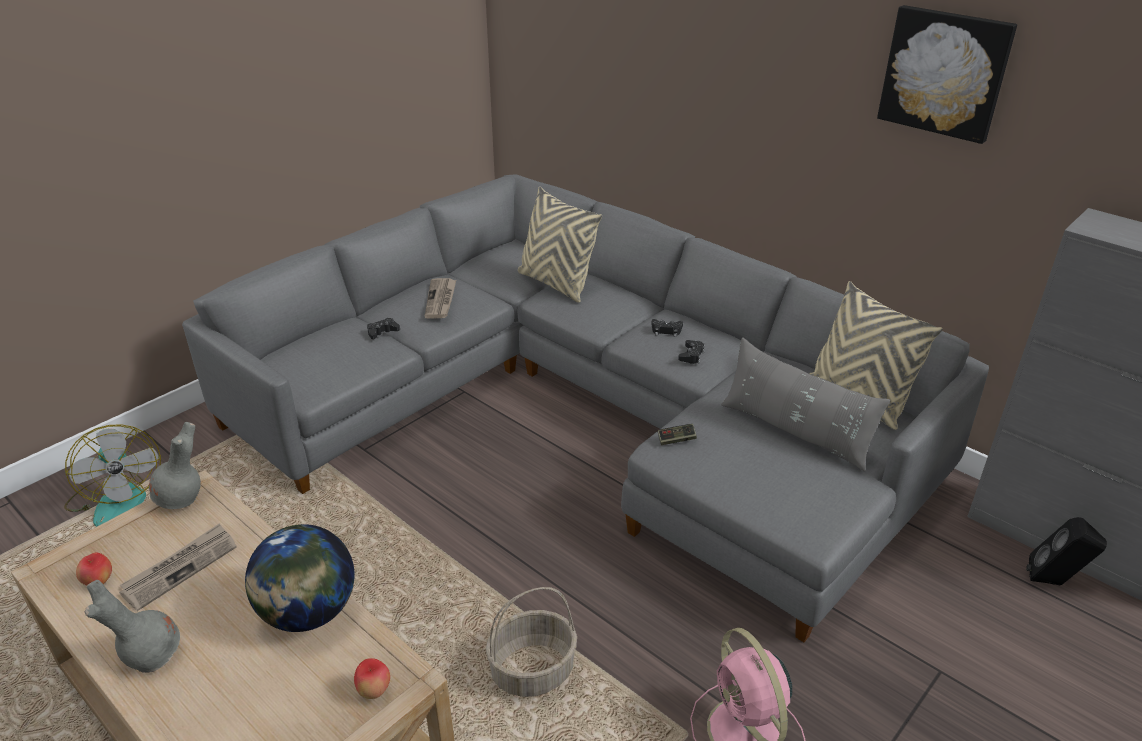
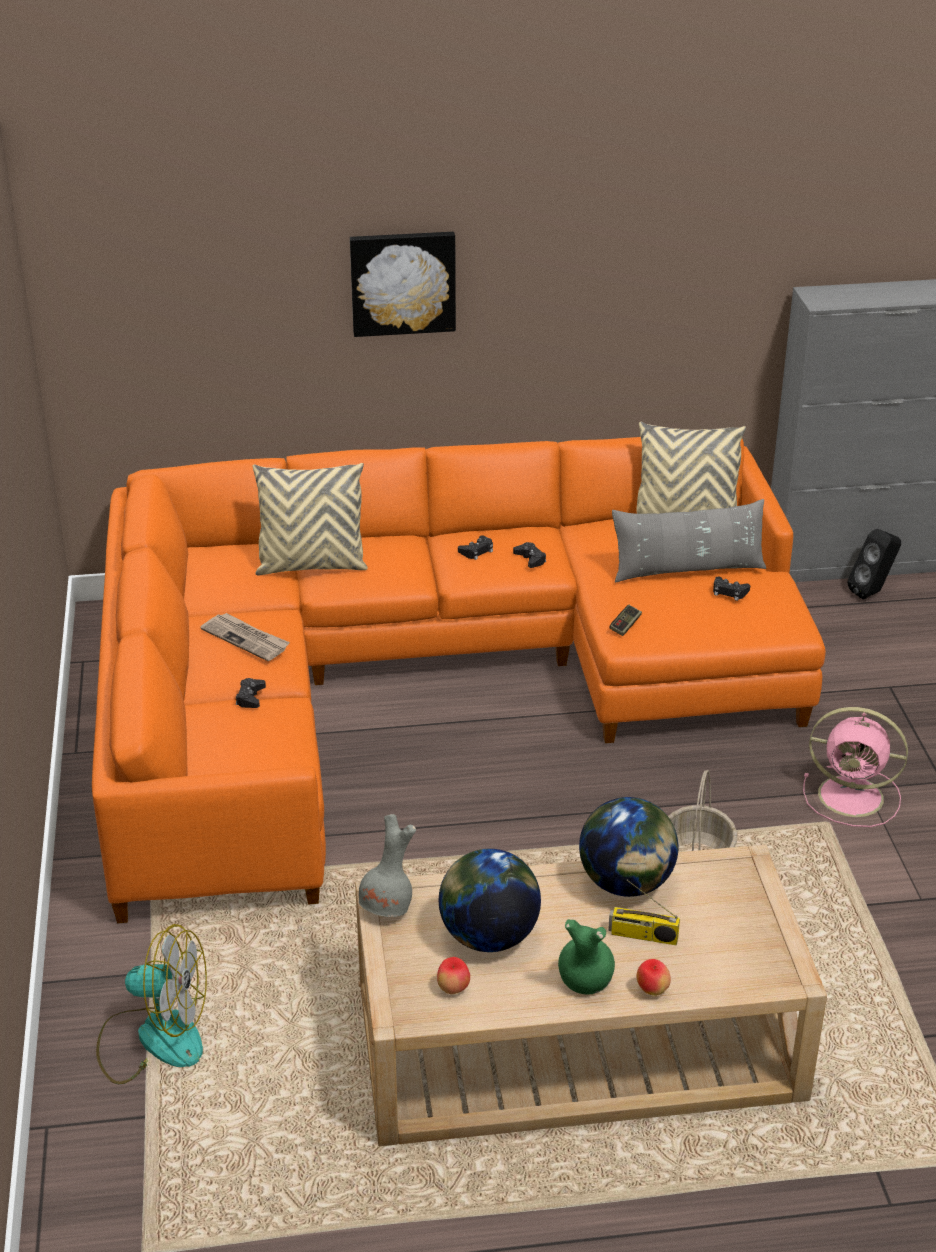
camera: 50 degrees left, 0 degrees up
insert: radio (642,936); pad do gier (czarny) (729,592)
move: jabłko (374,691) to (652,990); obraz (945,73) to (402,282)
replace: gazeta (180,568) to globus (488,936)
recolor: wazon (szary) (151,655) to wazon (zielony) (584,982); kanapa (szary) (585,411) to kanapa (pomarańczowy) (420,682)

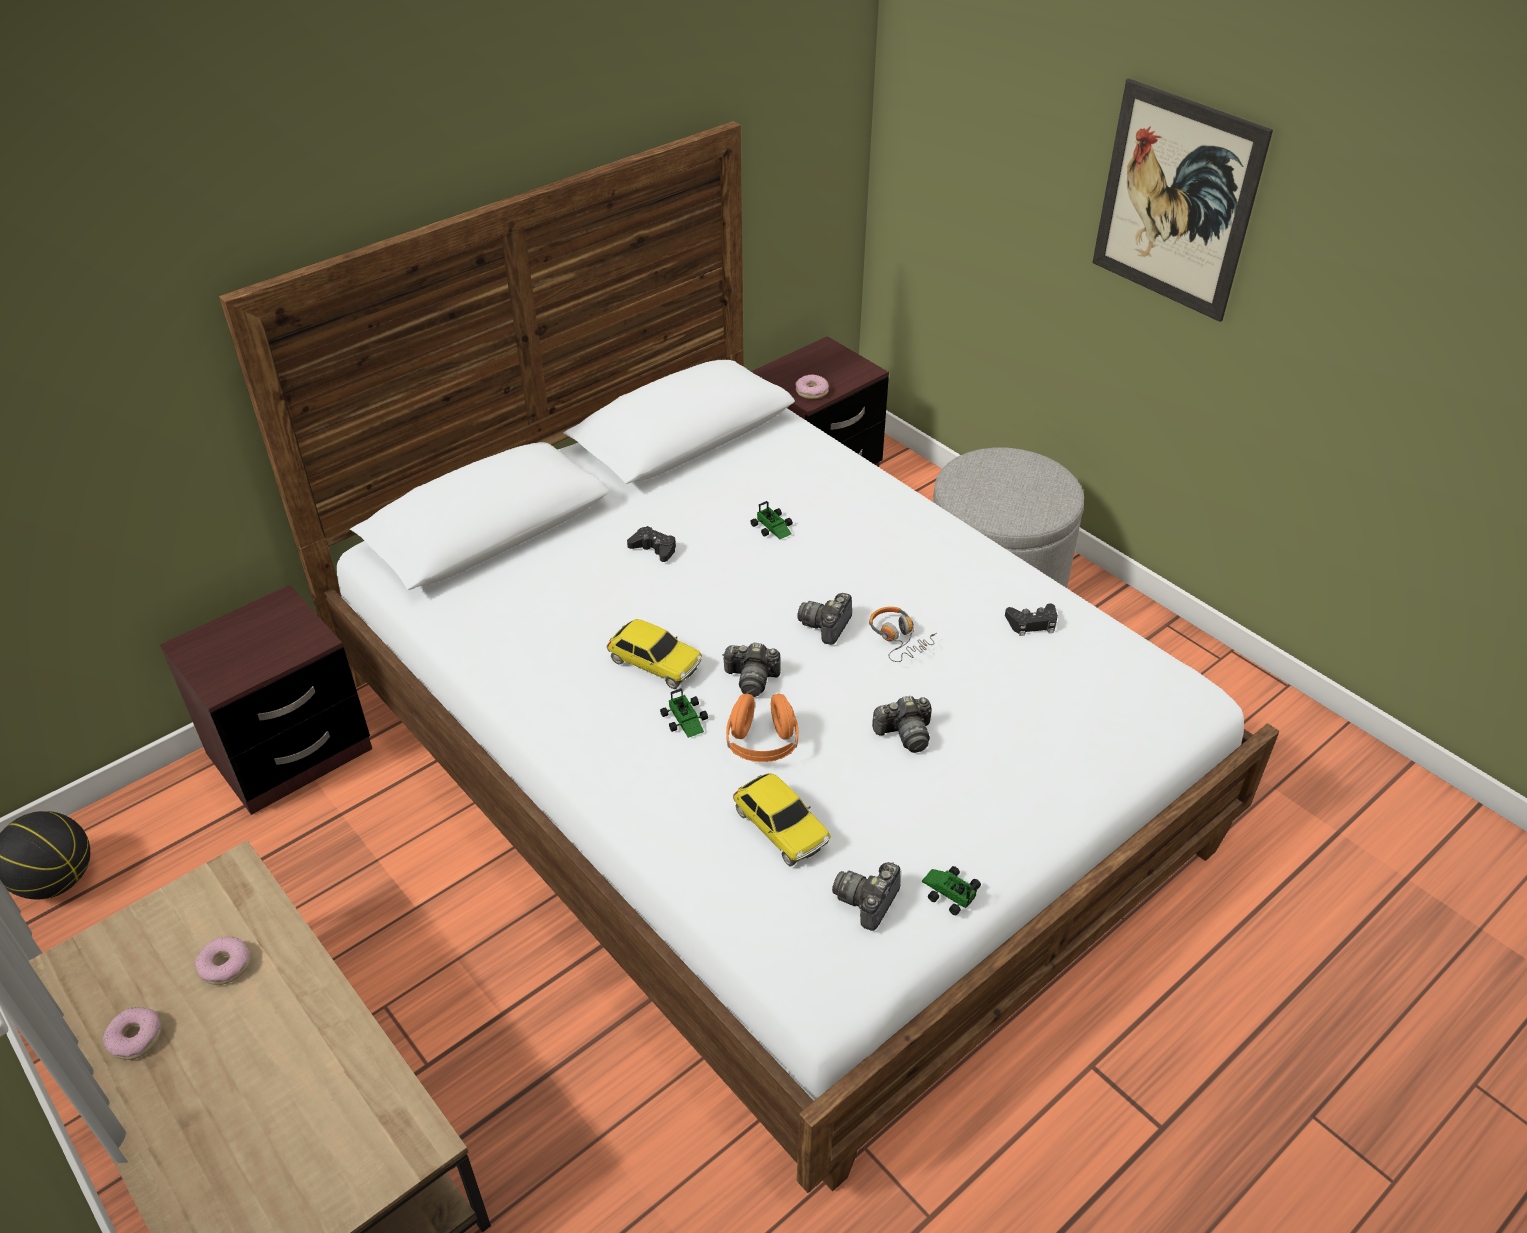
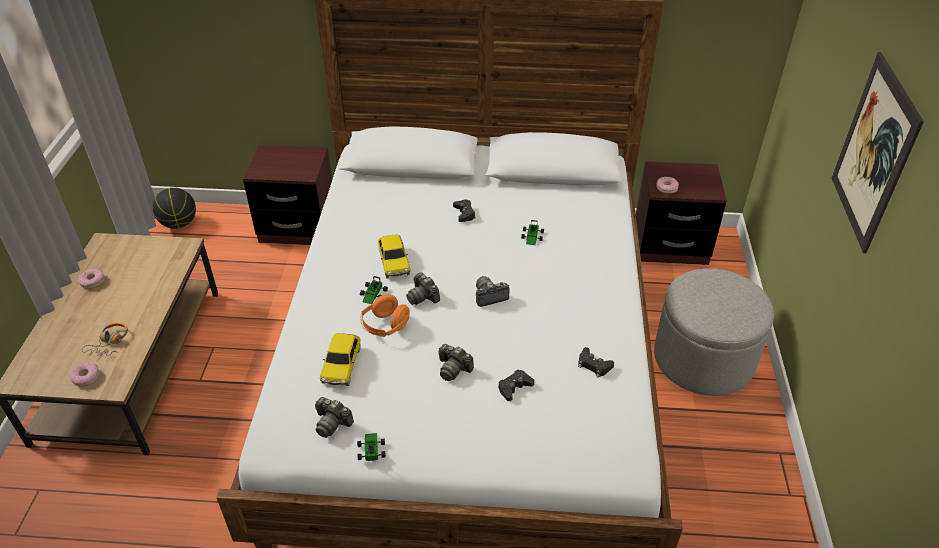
camera: 45 degrees right, 0 degrees up
insert: pad do gier (czarny) (514,387)
move: donut (225,965) to (86,377); słuchawki (898,639) to (110,343)
rotate: aparat fotograficzny (868,901) = (332,423) 135 degrees counterclockwise

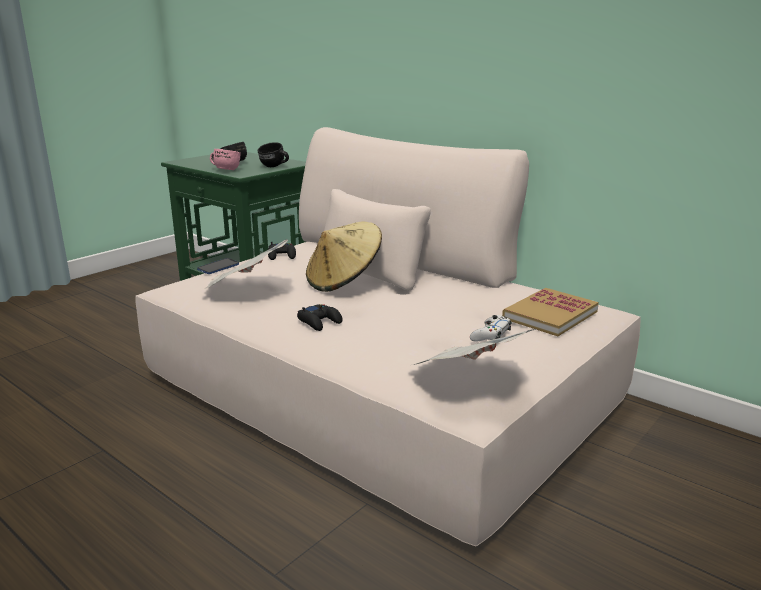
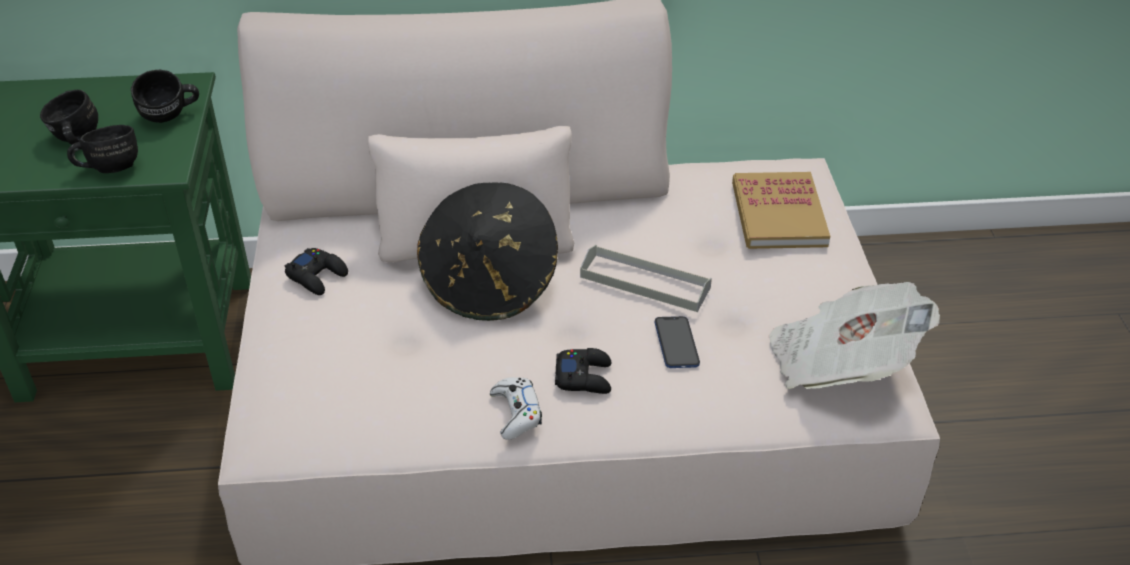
camera: 45 degrees left, 20 degrees up
delete: gazeta (245,288)
insert: taca (szary) (645,282)
move: telefon (218,267) to (676,343); pad do gier (biały) (491,335) to (516,413)
recolor: kubek (różowy) (225,170) to kubek (czarny) (108,167); kapelusz (beżowy) (344,281) to kapelusz (czarny) (490,283)

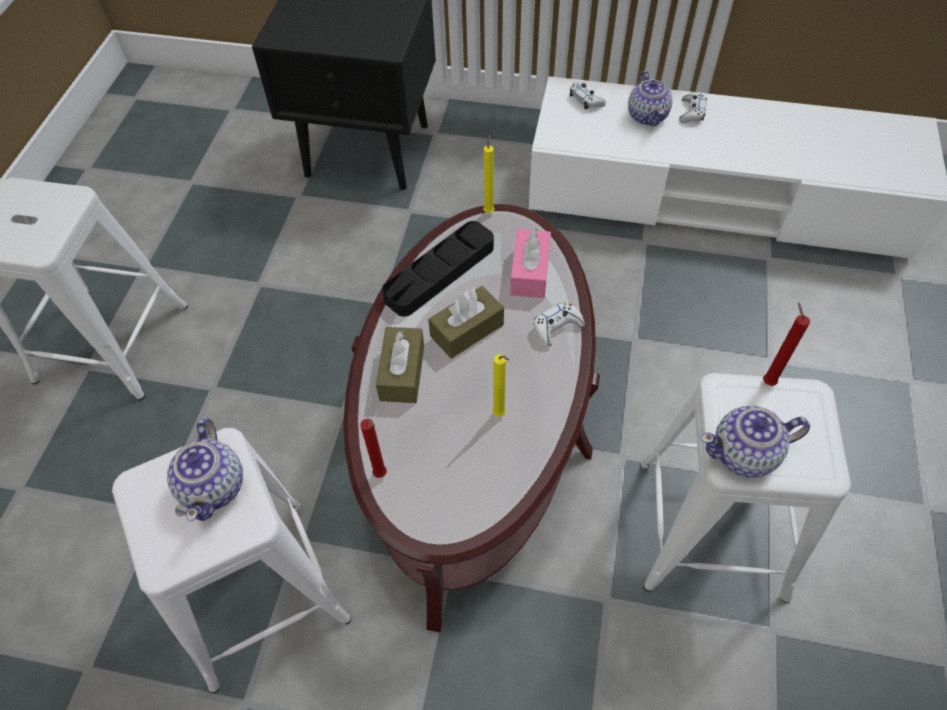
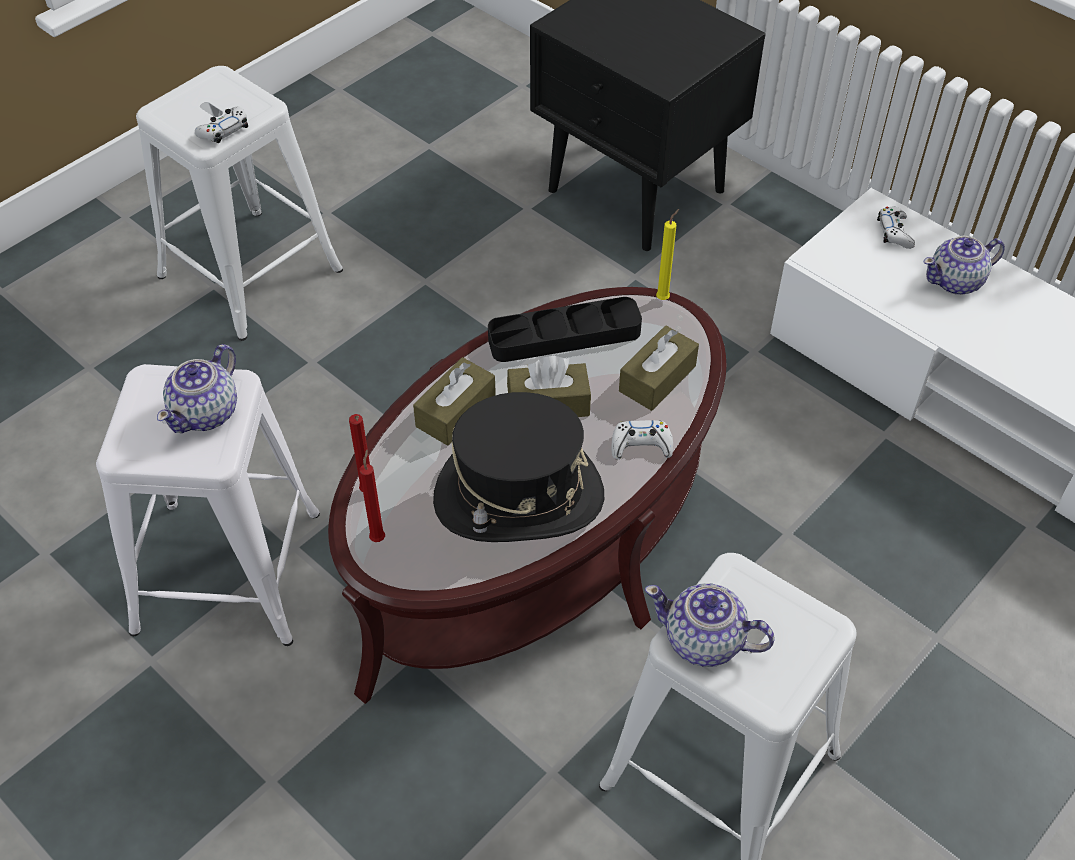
camera: 30 degrees right, 5 degrees down
move: pad do gier (biały) (691,112) to (224,130); świeca (czerwony) (767,381) to (378,537)
replace: świeca (żółty) (500,415) to kapelusz (czarny) (518,497)
recolor: pudełko chusteczek (różowy) (530,272) to pudełko chusteczek (brązowy) (657,378)
rotate: imbryk (647,115) = (956,281) 45 degrees clockwise

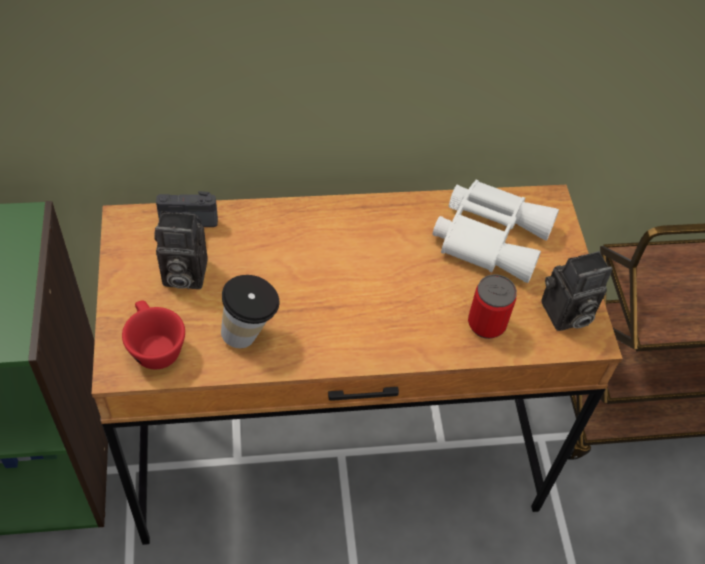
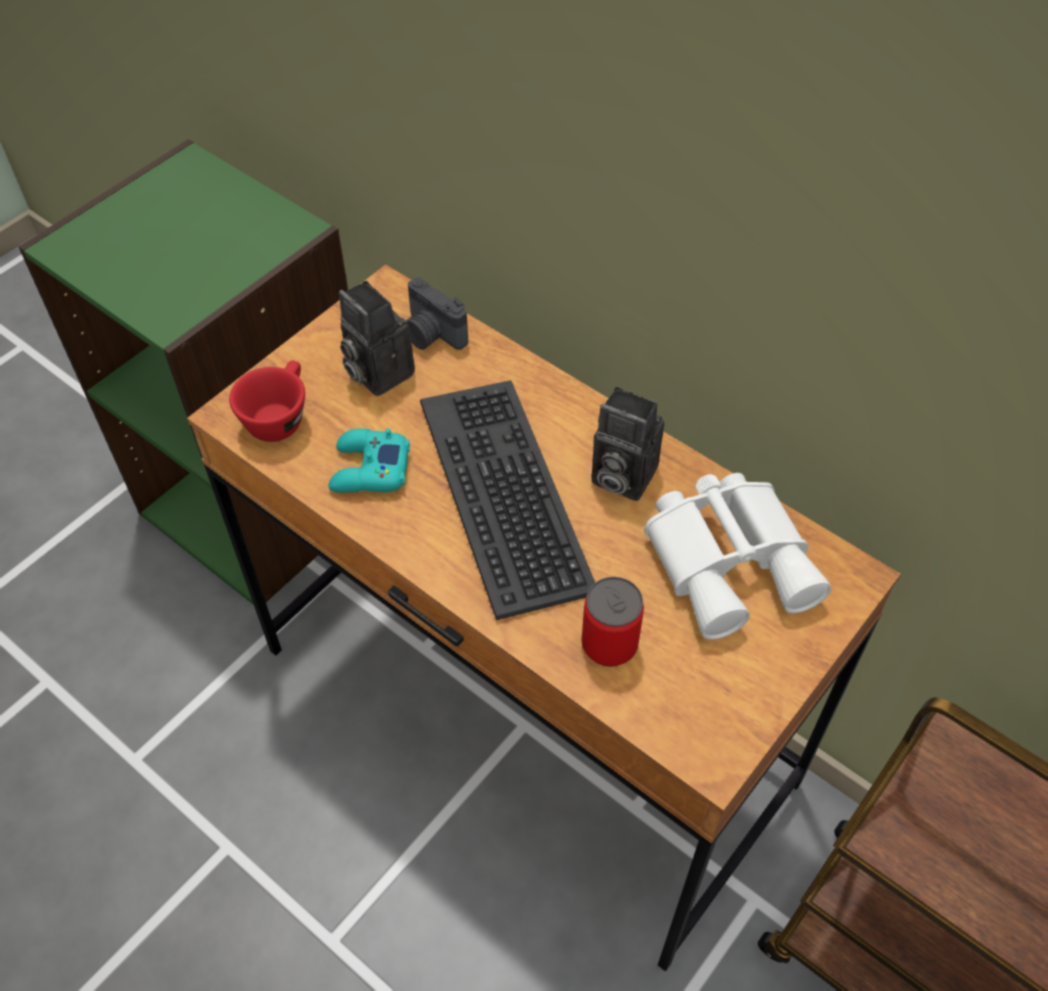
camera: 50 degrees right, 0 degrees up
insert: klawiatura (507,493)
move: aparat fotograficzny (565,315) to (619,476)
replace: filiżanka (250,334) to pad do gier (turkusowy) (369,470)

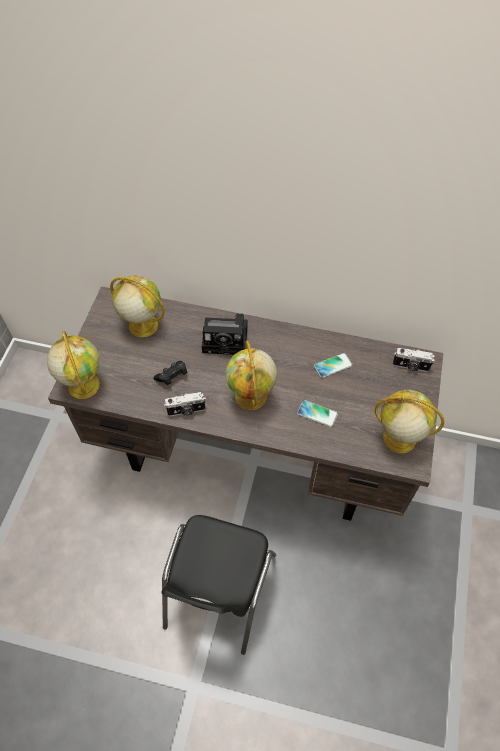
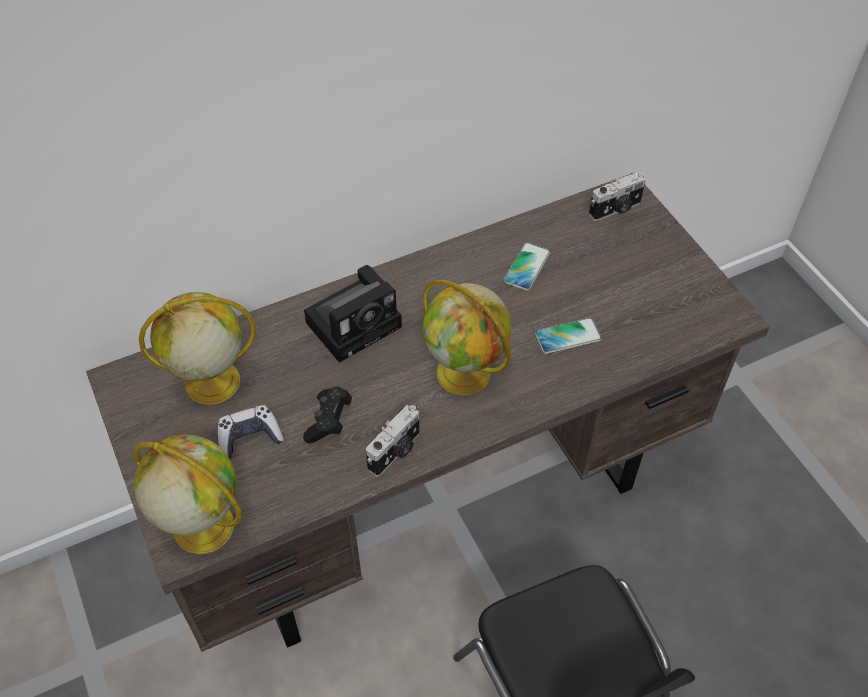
camera: 40 degrees left, 5 degrees down
delete: globus (398,438)
insert: pad do gier (249,437)

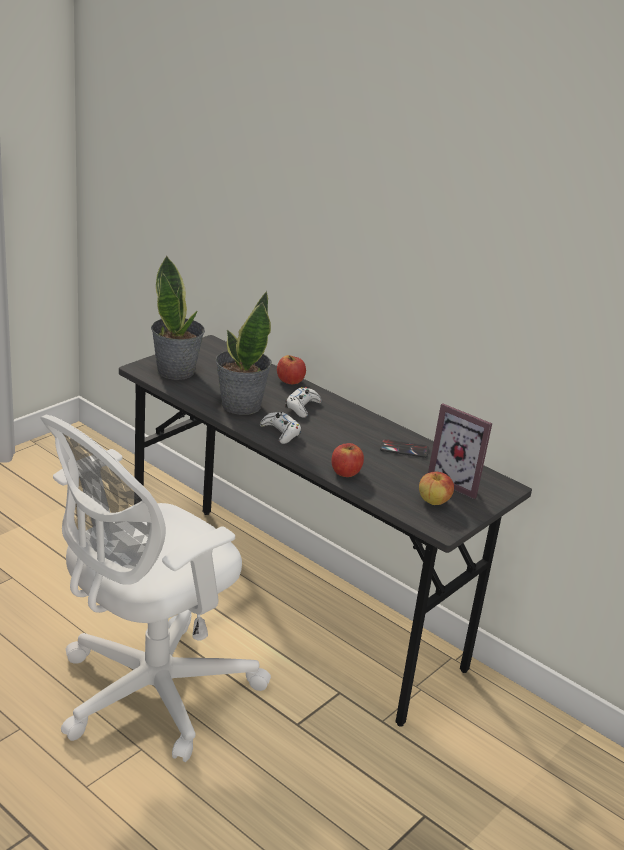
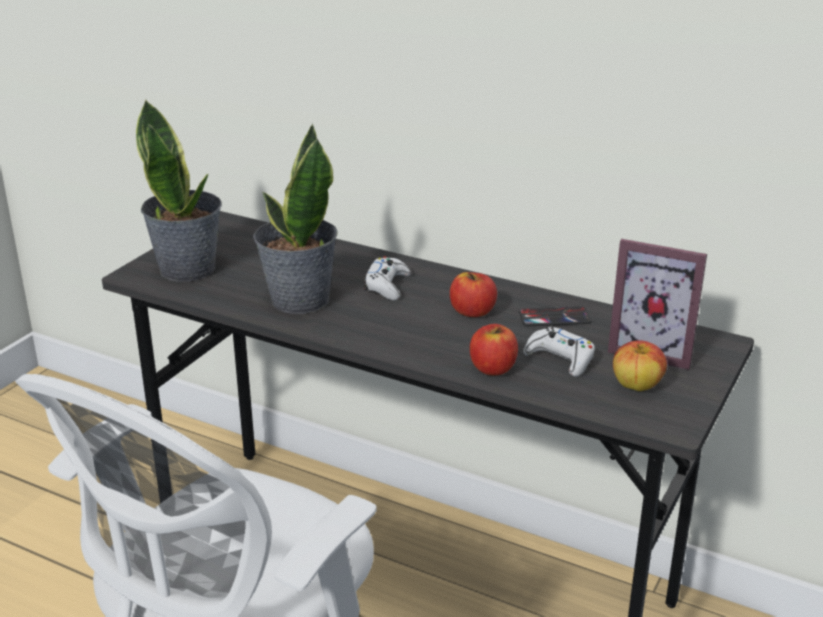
camera: 10 degrees left, 0 degrees up
move: pad do gier (biały) (281,432) to (560,359); jabłko (290,381) to (472,312)

